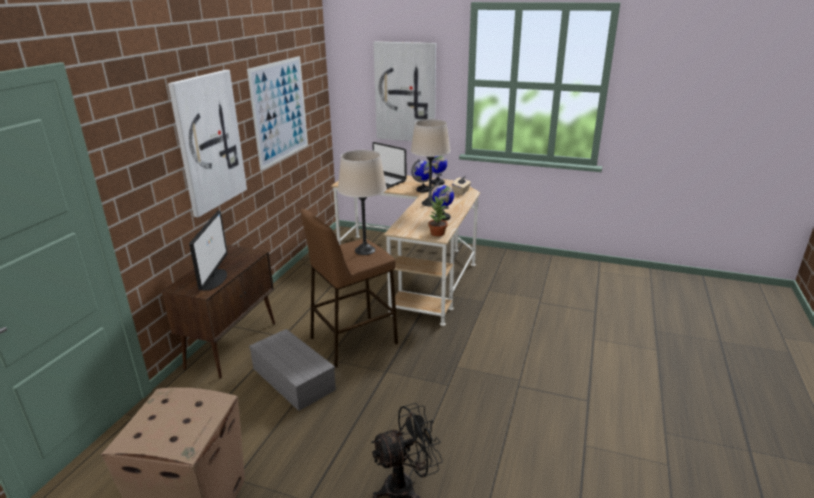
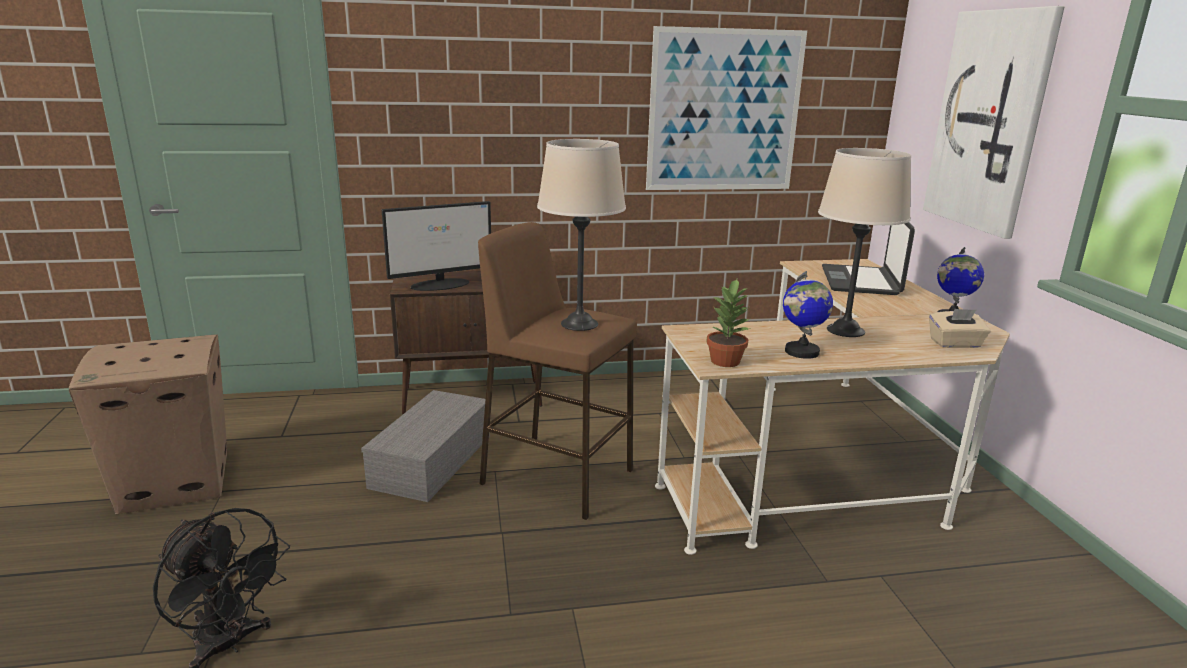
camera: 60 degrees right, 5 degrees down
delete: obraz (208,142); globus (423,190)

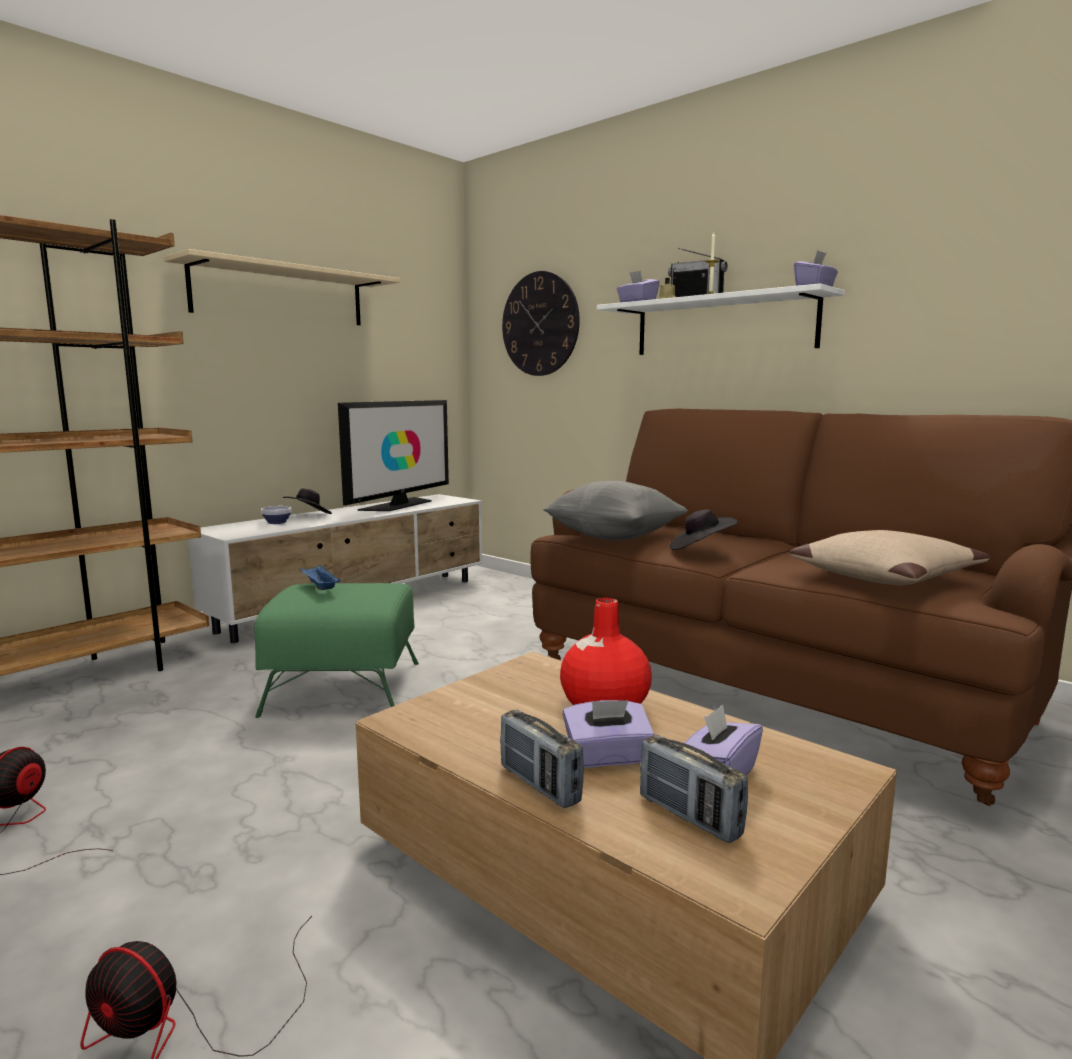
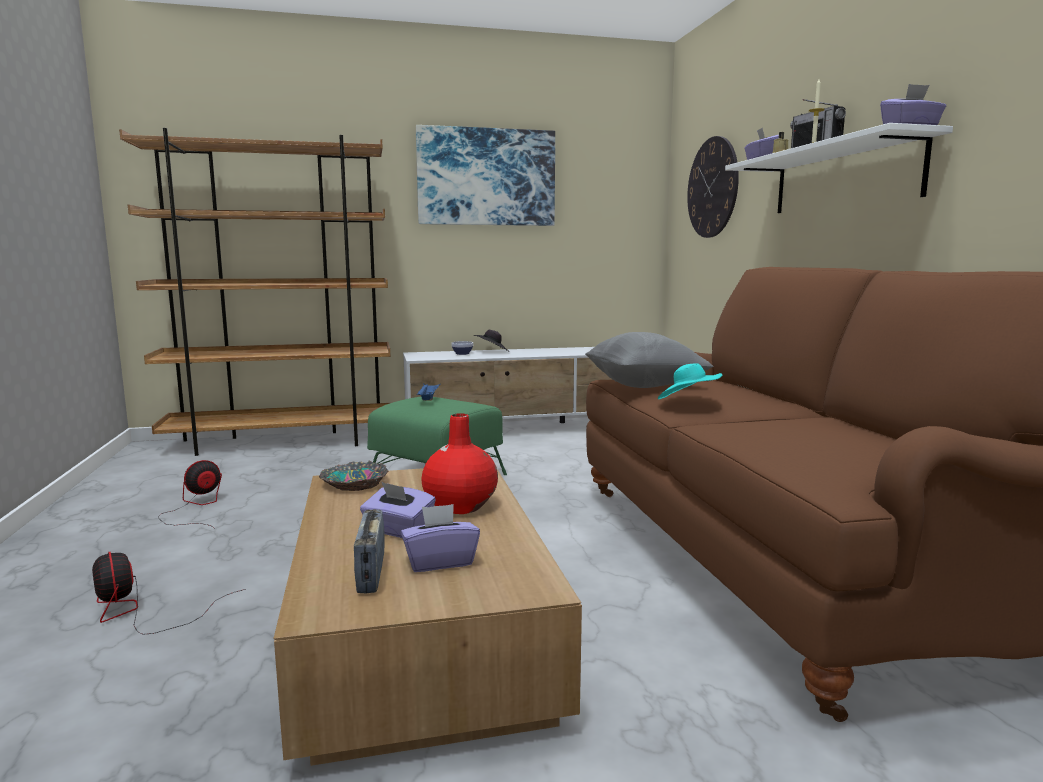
camera: 35 degrees right, 0 degrees up
delete: telewizor (399,505); radio (539,785); poduszka (beżowy) (883,575)
insert: miska (354,483)
replace: półka (beżowy) (280,295) to obraz (486,177)
recolor: kapelusz (czarny) (700,549) to kapelusz (turkusowy) (688,402)

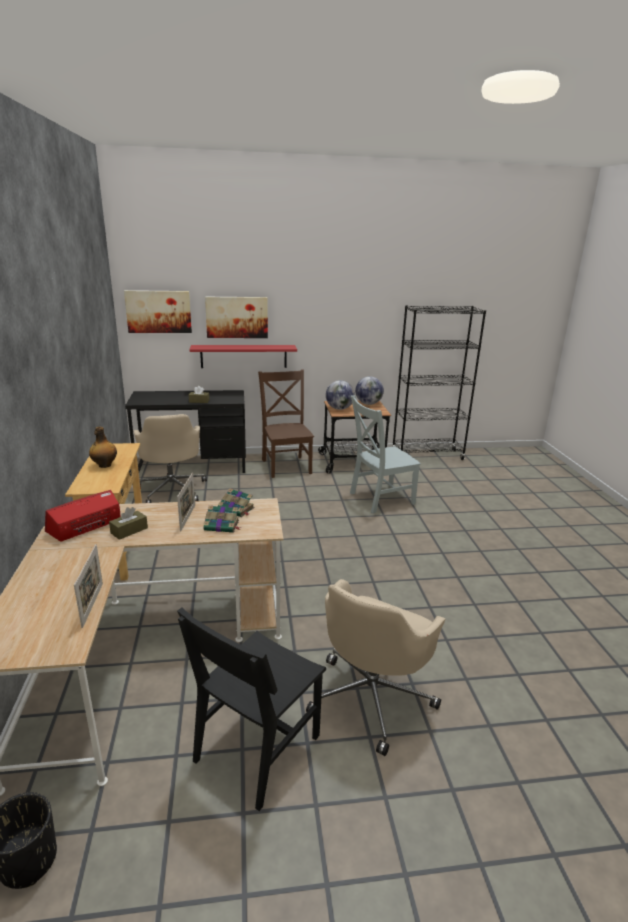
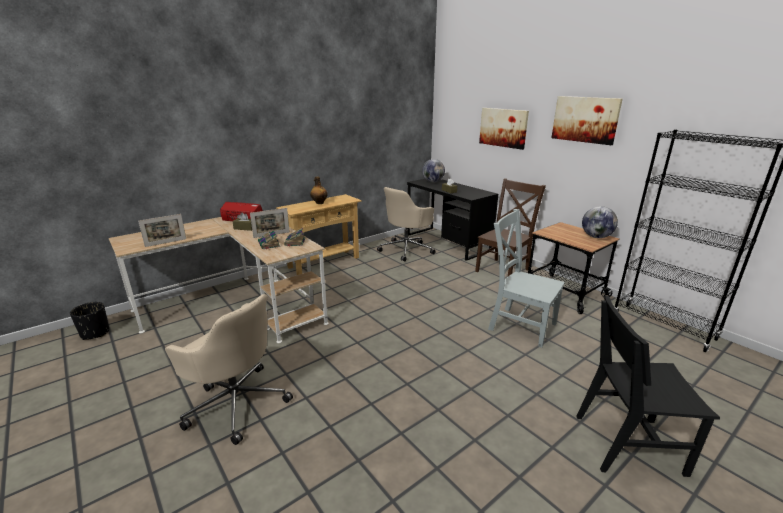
camera: 60 degrees right, 0 degrees up
delete: półka (czerwony) (244,356)
move: obraz (158,311) to (585,119); krzesło (czarny) (257,748) to (628,444); globus (339,408) to (433,182)
rotate: krzesło biurowe (beżowy) (372,696) = (236,402) 150 degrees counterclockwise

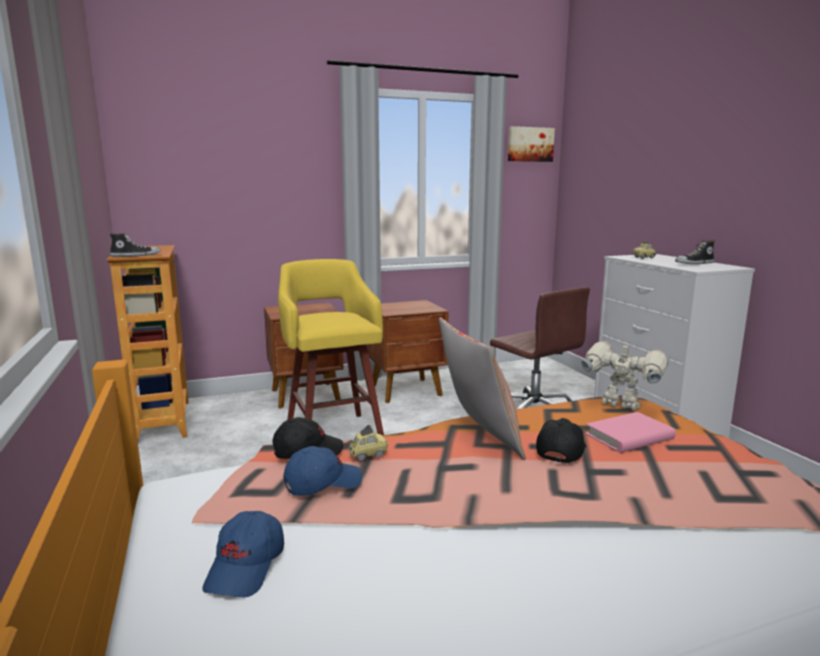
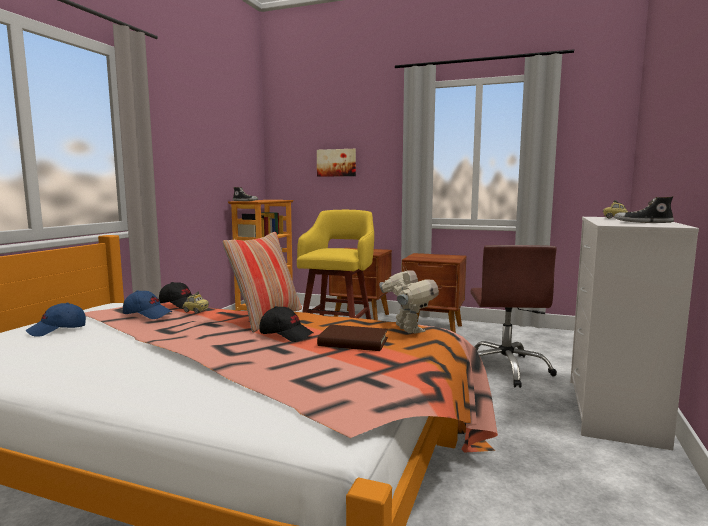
camera: 40 degrees right, 5 degrees down
move: obraz (530,144) to (336,162)
recolor: książka (różowy) (629,437) to książka (brązowy) (353,342)
rotate: czapka z daszkiem (czarny) (560,450) = (286,335) 45 degrees clockwise

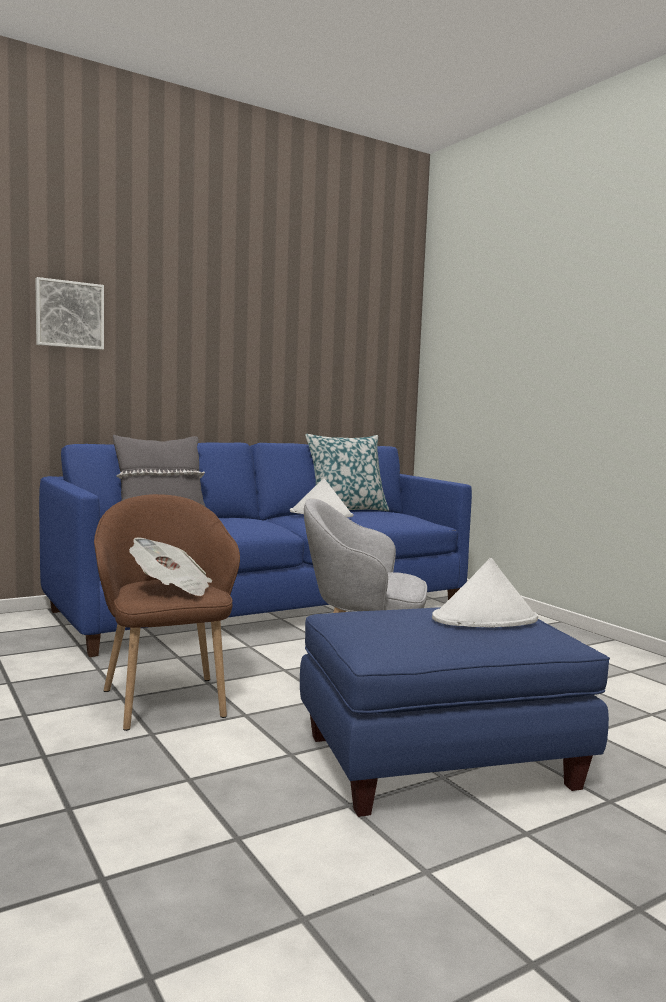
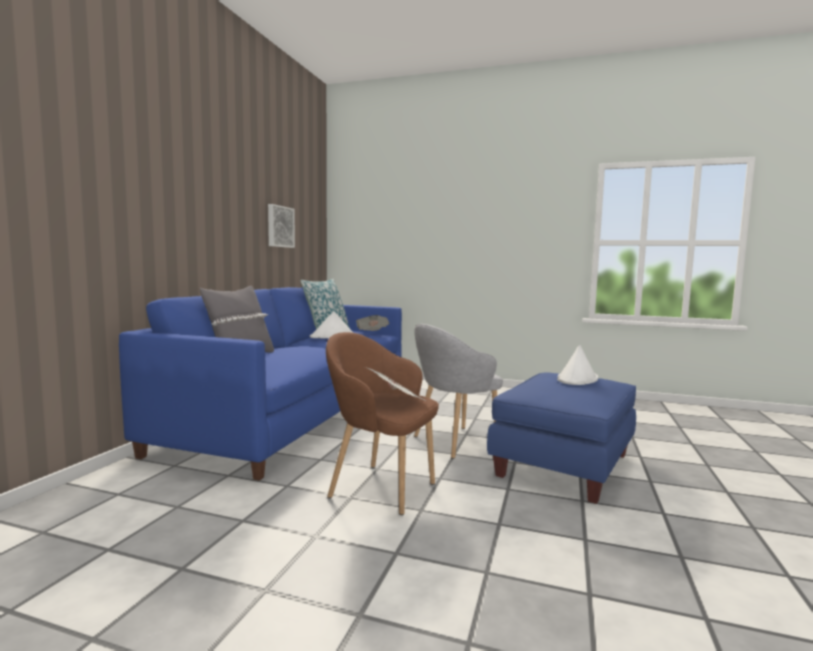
camera: 40 degrees left, 0 degrees up
insert: gazeta (372,333)
move: obraz (69,314) to (279,226)

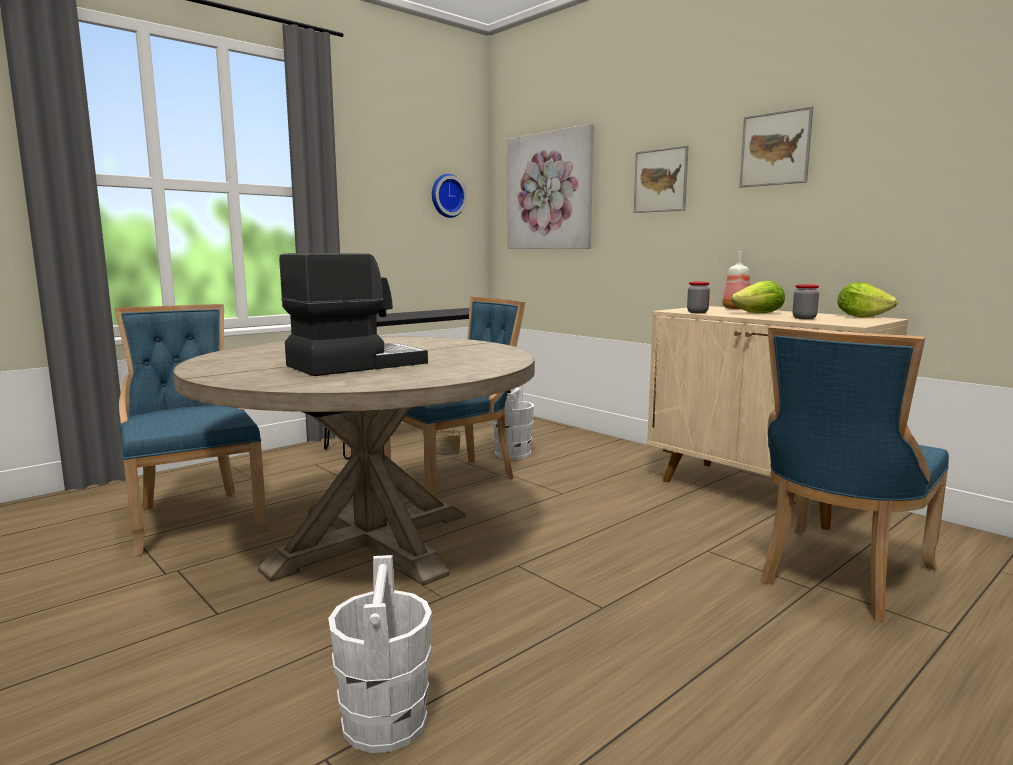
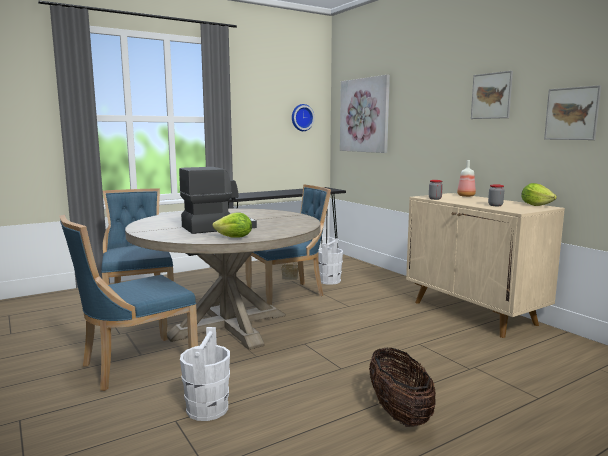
camera: 10 degrees right, 0 degrees up
insert: koszyk (399,413)
move: obraz (660,180) to (571,113); sałata (759,313) to (234,238); krzesło (niebieski) (839,576) to (134,365)

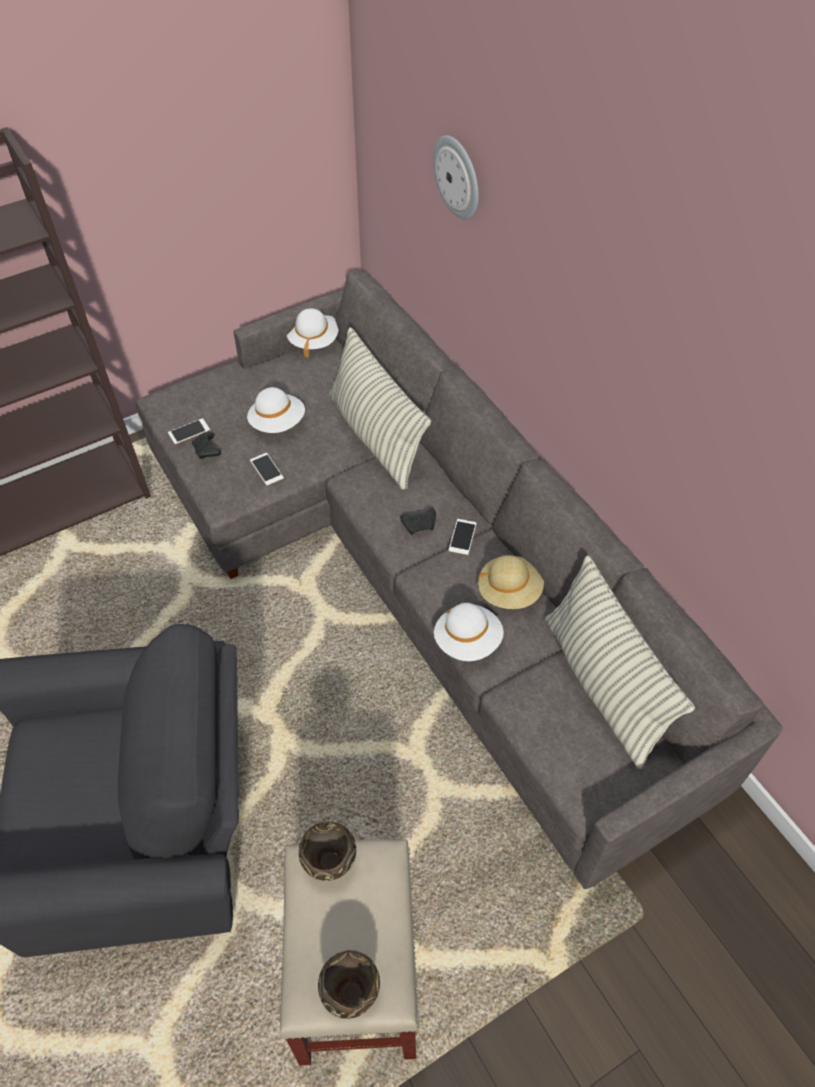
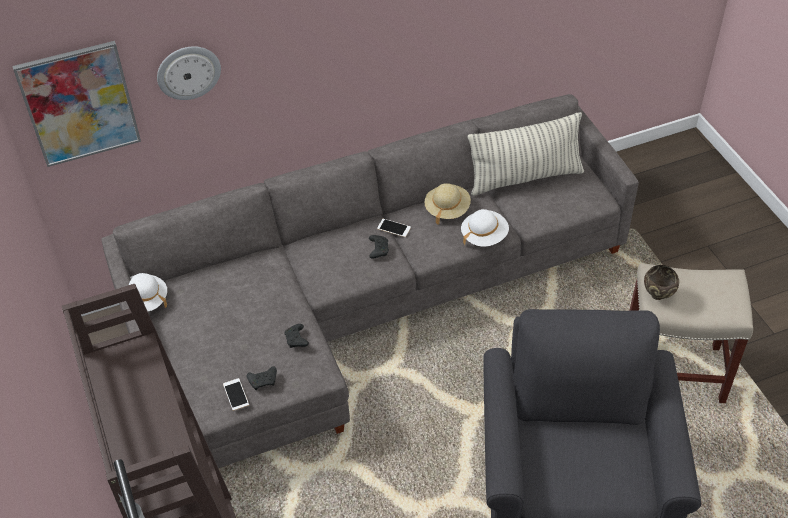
camera: 80 degrees left, 5 degrees down
delete: kapelusz (biały) (277,423); miska (brązowy) (351,991); poduszka (376,436)
insert: obraz (79,104)
replace: telefon (266,469) to pad do gier (czarny) (297,340)

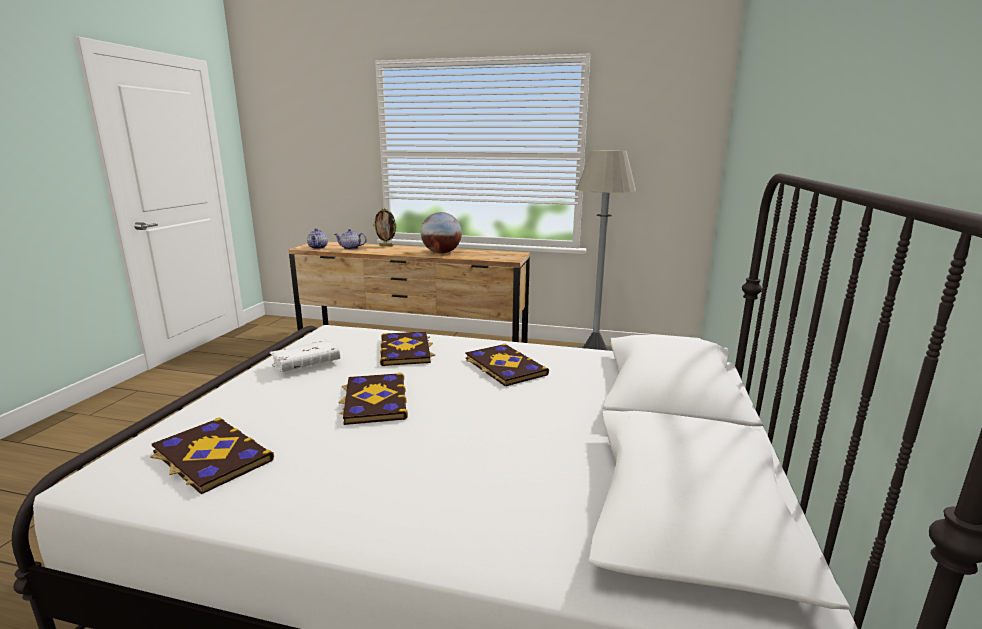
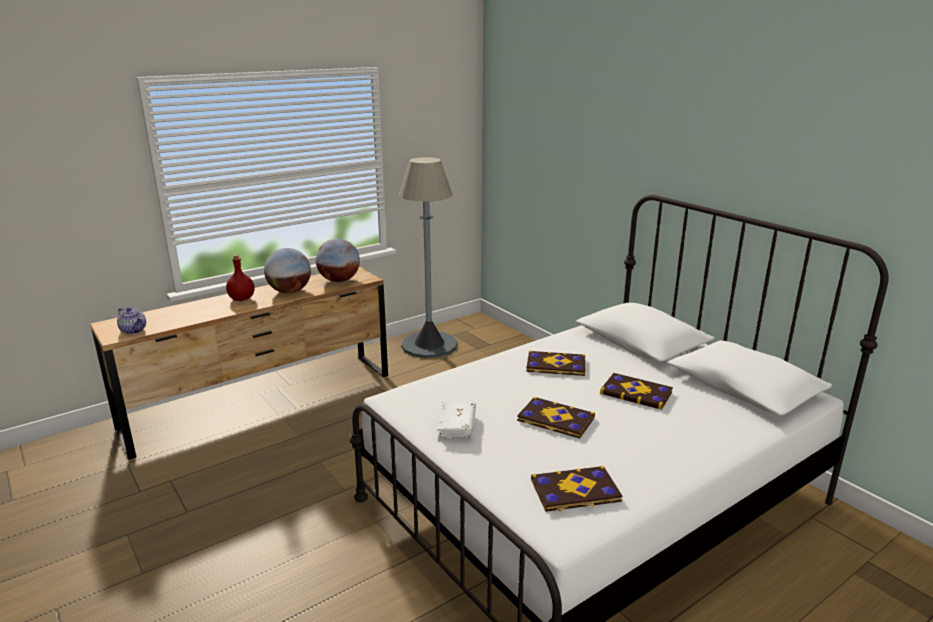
camera: 50 degrees left, 5 degrees up
delete: imbryk (350,248); ramka na zdjęcie (386,246)
insert: butelka (czerwony) (241,299); globus (339,280)
move: książka (406,350) to (636,392)

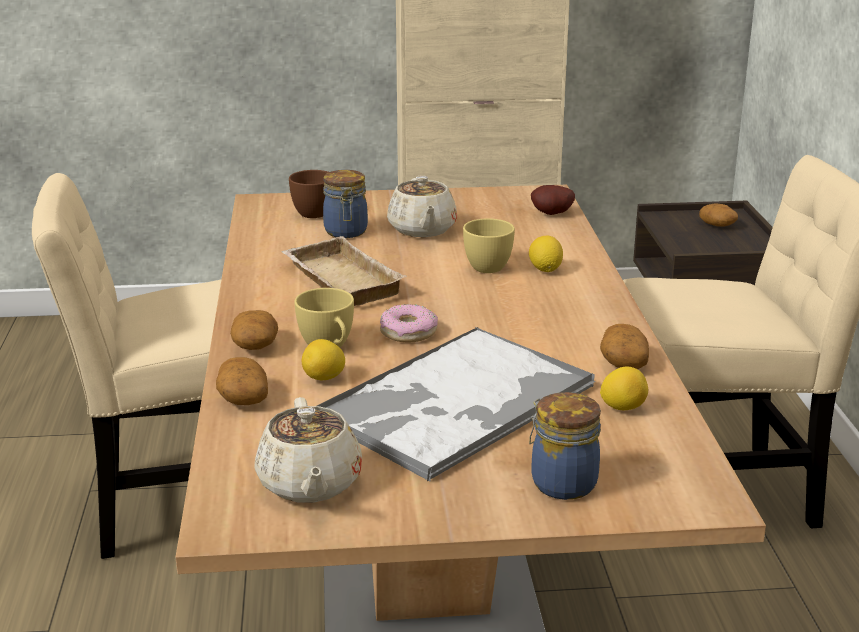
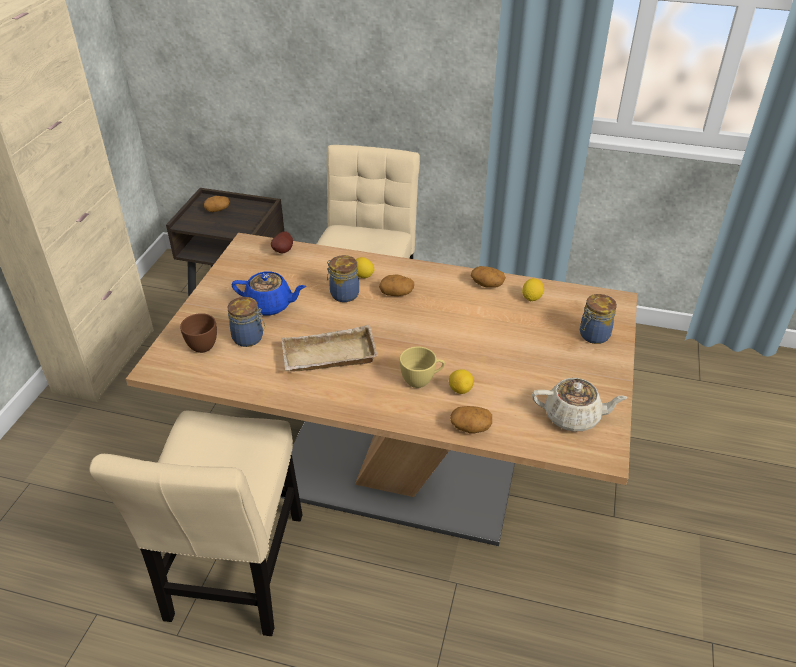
camera: 70 degrees left, 15 degrees up
delete: taca (454,403); donut (408,332)
move: ziemniak (255,346) to (397,293)
replace: filiżanka (żółty) (488,265) to słoik (343,294)
recolor: imbryk (beżowy) (422,230) to imbryk (niebieski) (270,305)

